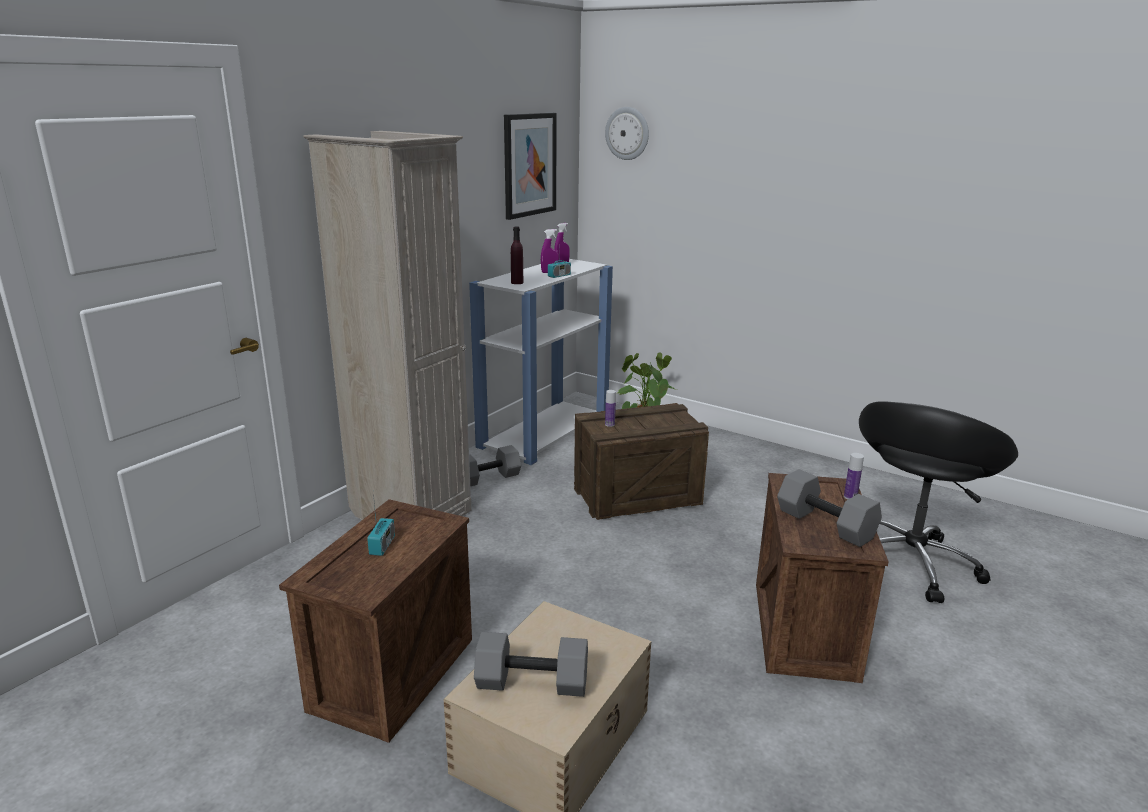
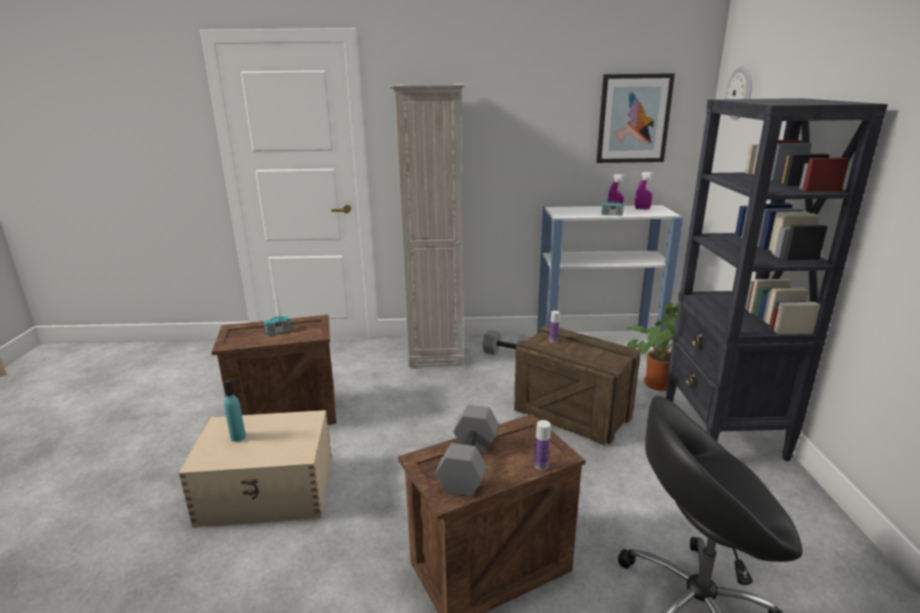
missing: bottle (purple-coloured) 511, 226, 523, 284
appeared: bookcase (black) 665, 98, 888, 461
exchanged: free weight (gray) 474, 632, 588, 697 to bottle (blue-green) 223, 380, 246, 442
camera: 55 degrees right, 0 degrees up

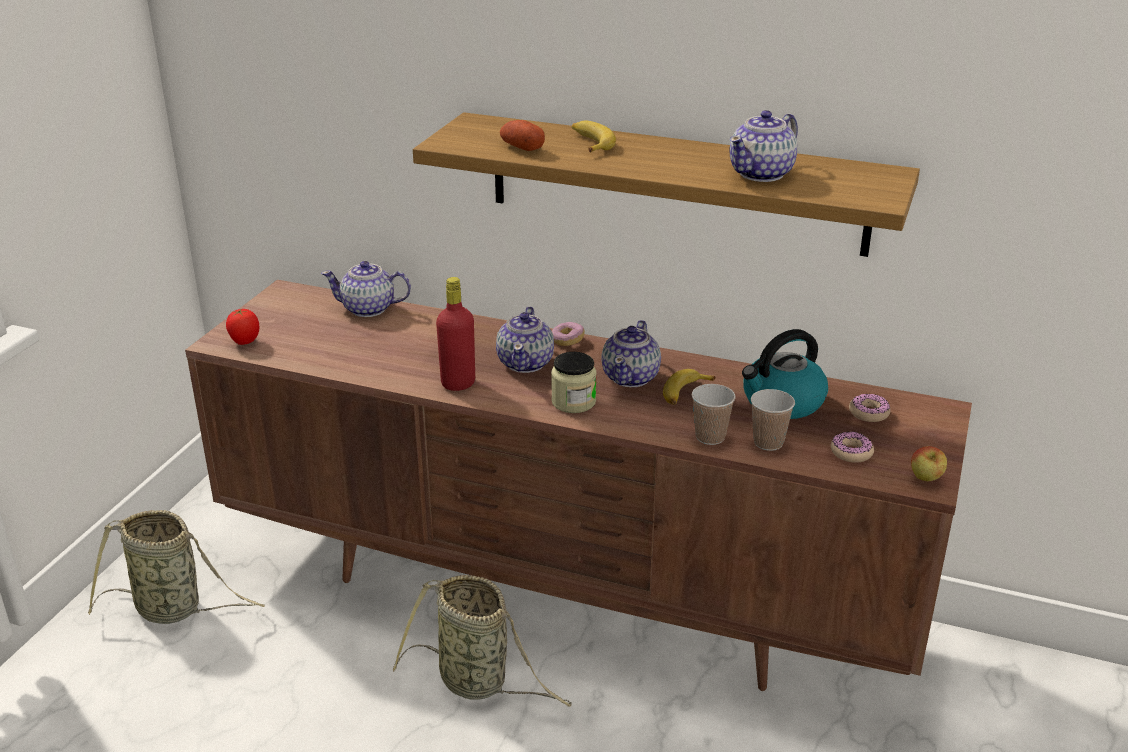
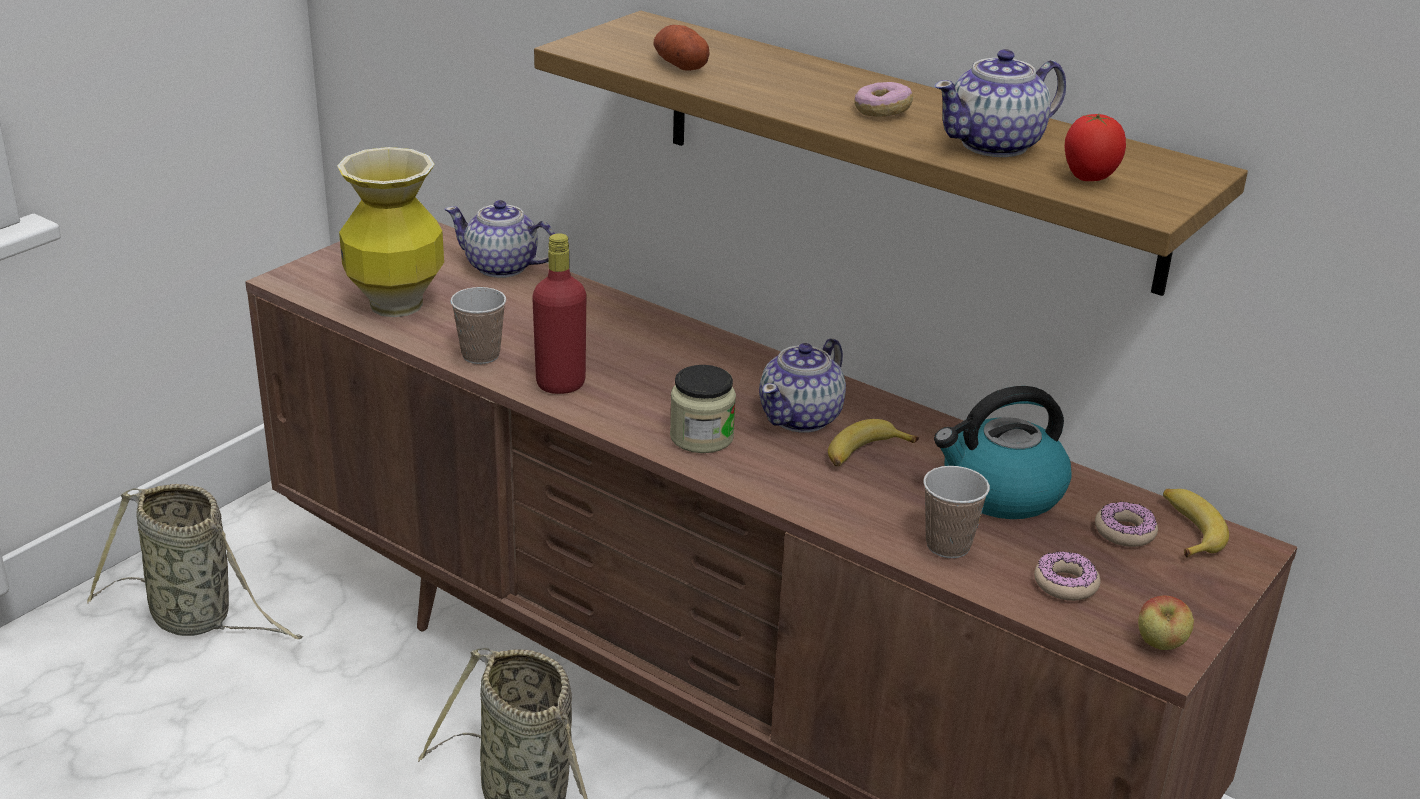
missing: pot for tea 496, 306, 554, 373
appeared: vase 337, 147, 444, 317
relocated: tomato 226, 308, 260, 345 to 1065, 114, 1126, 181; donut 552, 322, 585, 346 to 854, 82, 913, 117; whole banana 572, 121, 616, 152 to 1163, 489, 1229, 558; cup 692, 384, 735, 445 to 450, 287, 506, 364
camera: 15 degrees right, 0 degrees up

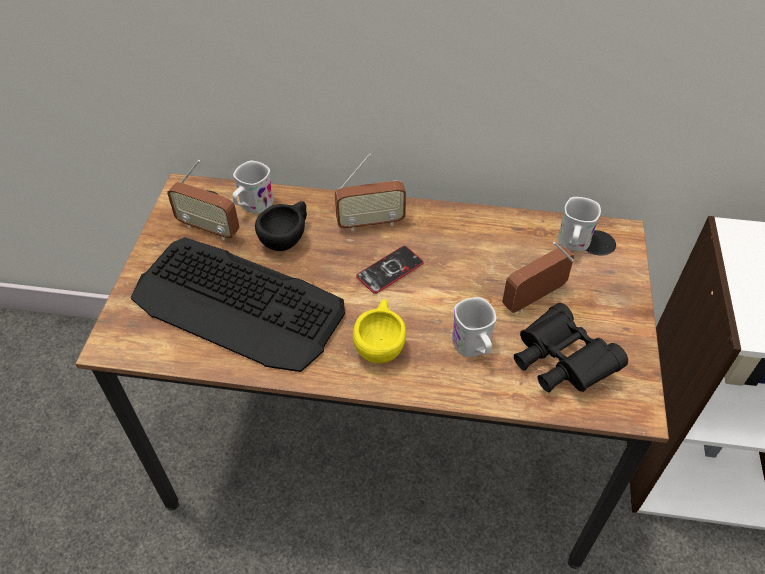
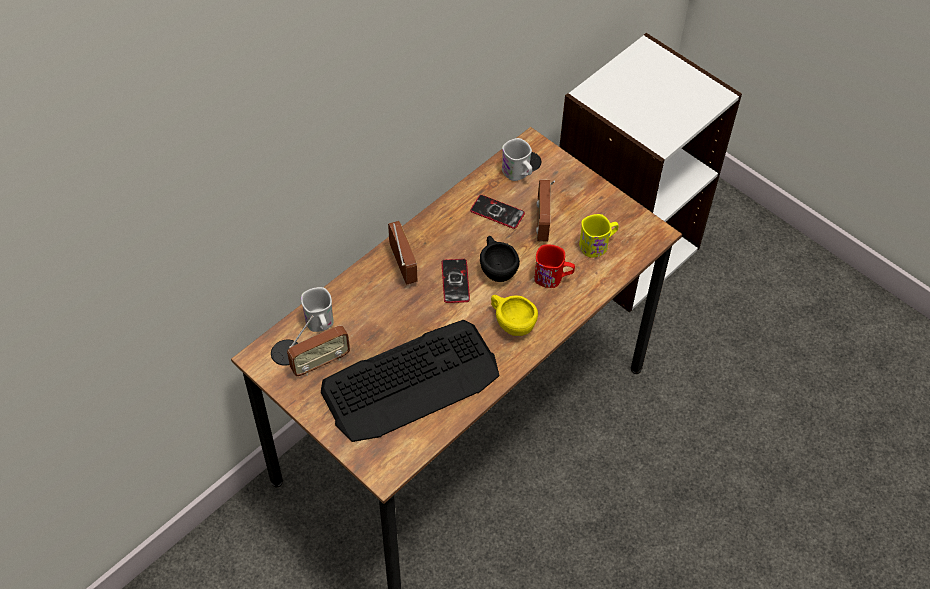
appeared: phone 470, 195, 525, 229
relocated: cup (black) 255, 201, 307, 251 to 480, 236, 520, 282
exchanged: binoculars (black) 514, 303, 628, 393 to tea mug (yellowish) 579, 214, 619, 257
colour: tea mug (whitish) 452, 297, 496, 357 to tea mug (red-coloured) 535, 244, 575, 288
spun: radio receiver 335, 153, 406, 231 = 388, 221, 417, 285 45 degrees counterclockwise
camera: 55 degrees left, 5 degrees up

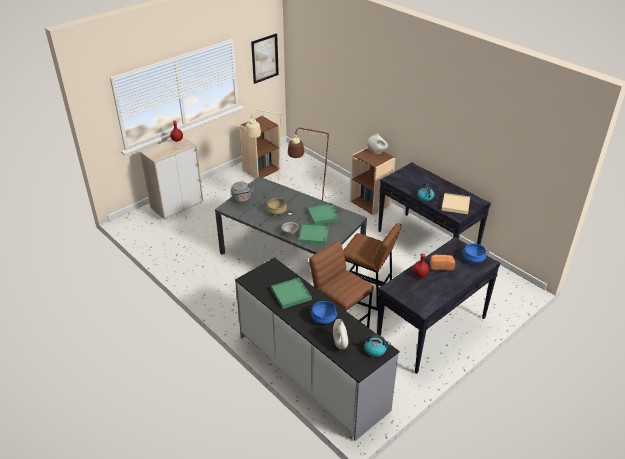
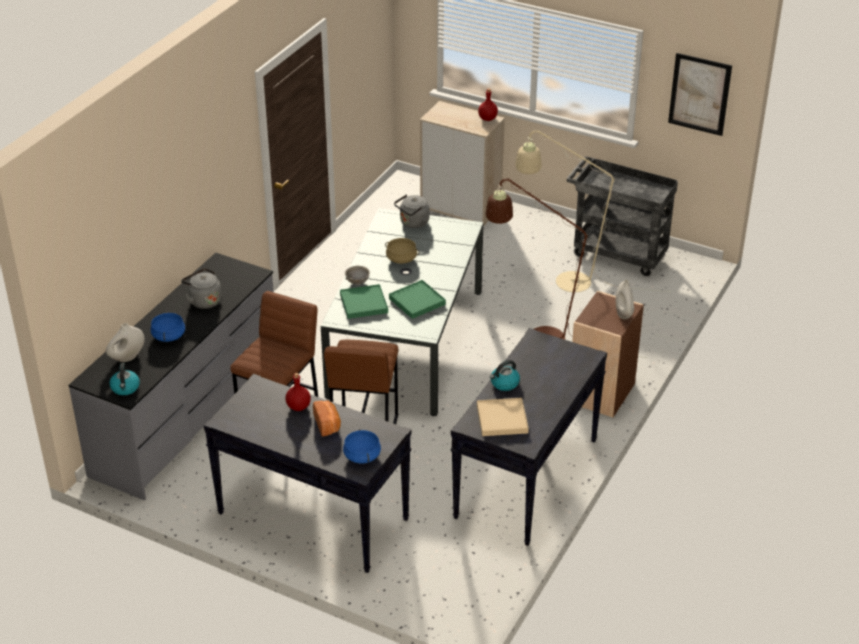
exchanged: bookcase (brown-coloured) 239, 115, 281, 178 to trolley (black) 567, 156, 678, 277; serving tray (greenish) 271, 278, 312, 309 to water kettle (gray) 181, 268, 222, 309
camera: 70 degrees right, 0 degrees up

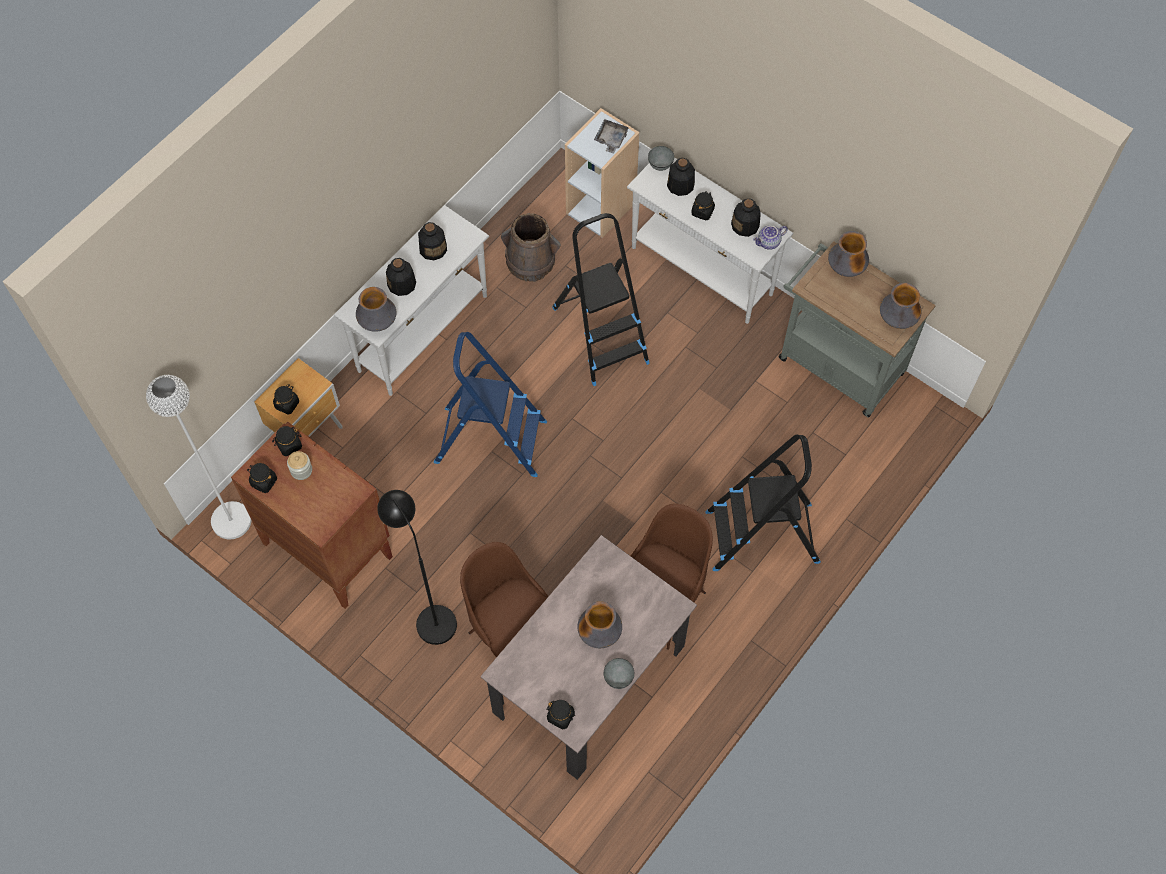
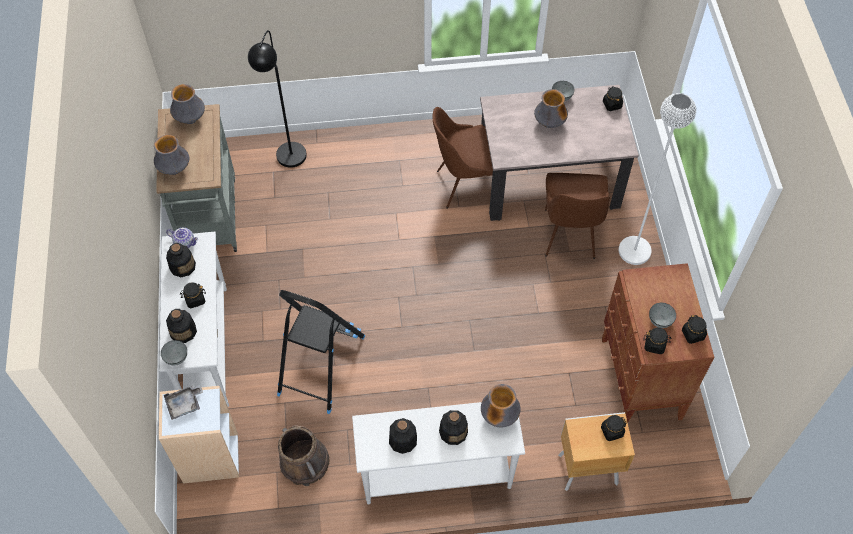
missing: stepladder (bluish) 433, 332, 547, 477; stepladder (black) 706, 435, 821, 571
relocated: floor lamp (whitish) 146, 375, 252, 539 to 619, 93, 696, 265; floor lamp (black) 377, 490, 457, 645 to 248, 30, 307, 168
exchanged: preserve jar 287, 451, 312, 480 to deep dish (gray) 649, 303, 676, 328
camera: 135 degrees left, 5 degrees down

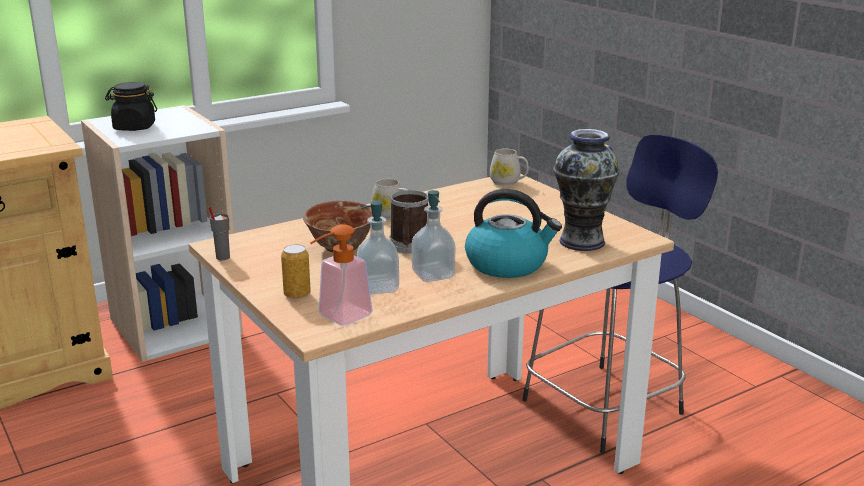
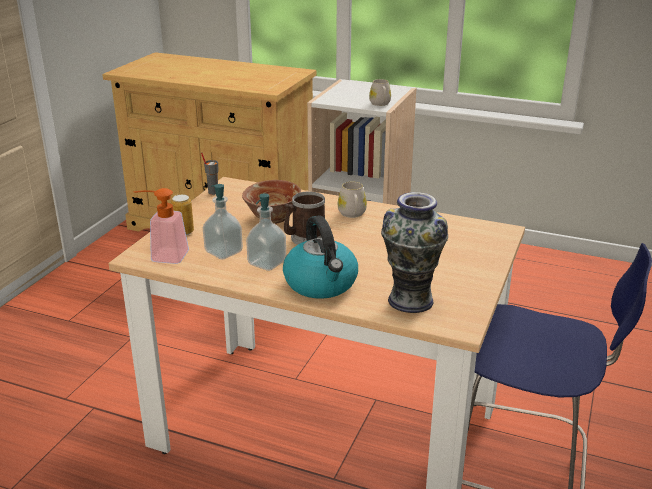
missing: preserve jar (black) 105, 82, 157, 131
relocated: tea mug (whitish) 490, 148, 529, 186 to 369, 79, 391, 106
camera: 55 degrees right, 5 degrees up

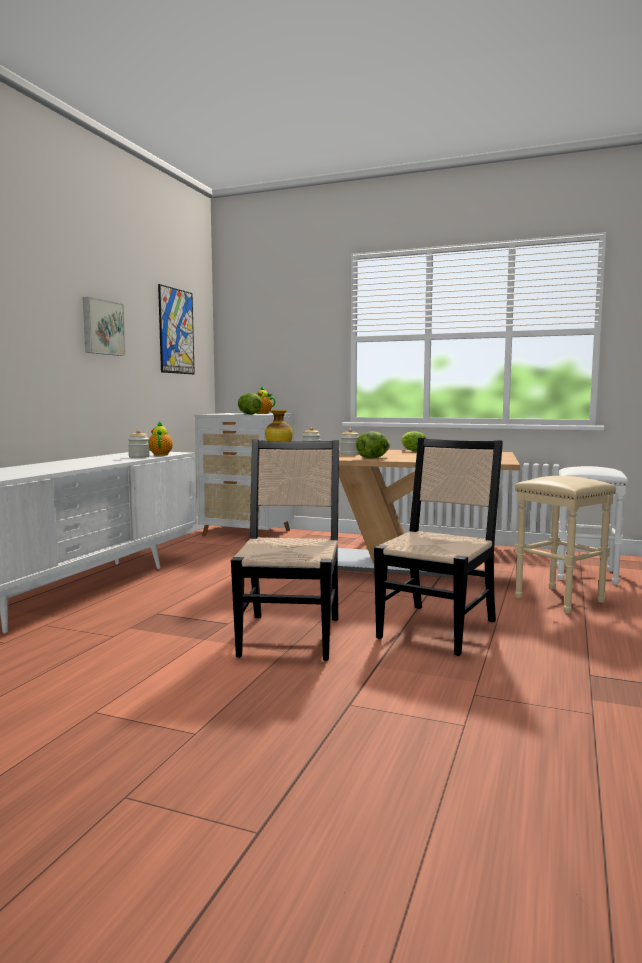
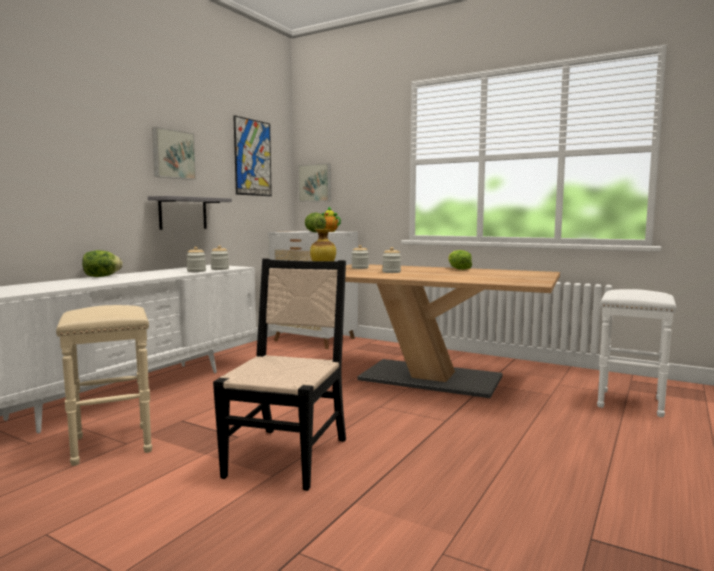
missing: chair 374, 437, 503, 656
appeared: bracket shelf (gray) 148, 196, 232, 230; picture 298, 163, 331, 202
relocated: lettuce 356, 431, 390, 459 to 82, 250, 123, 277; stool (beige-coloured) 515, 476, 616, 614 to 56, 305, 152, 466
exchanged: pot for tea 148, 422, 173, 456 to preserve jar 210, 245, 229, 270
camera: 10 degrees right, 0 degrees up

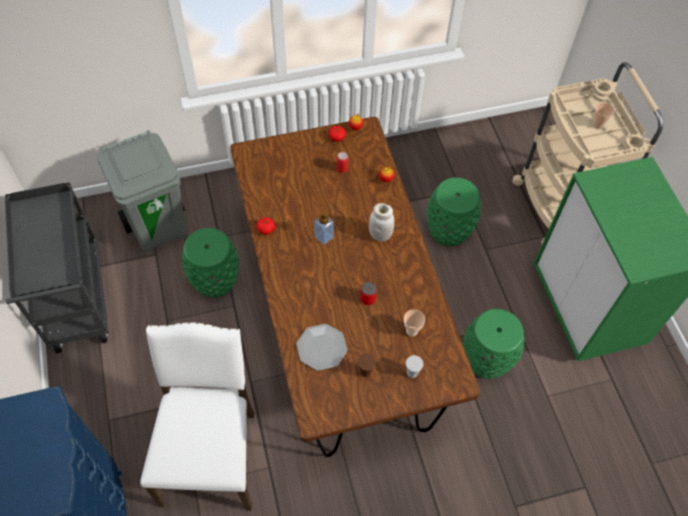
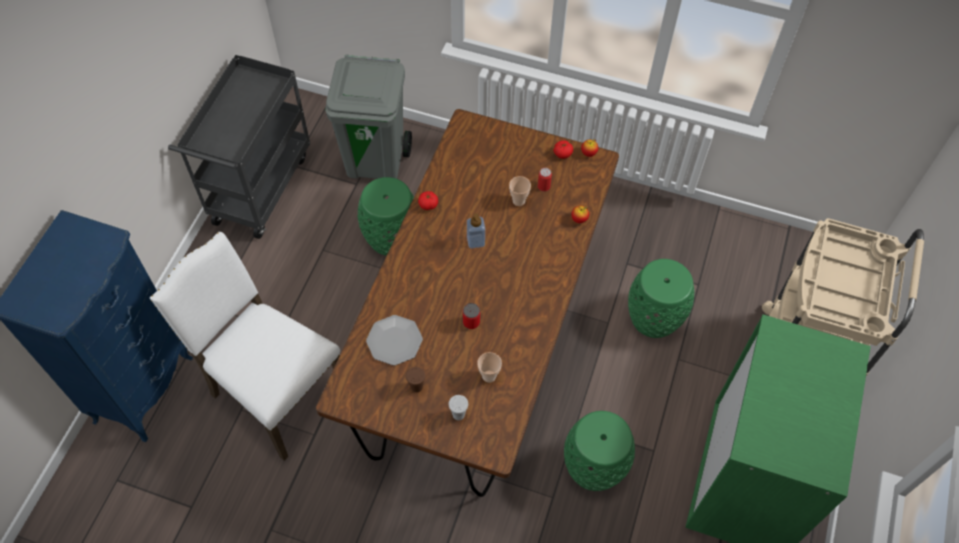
missing: preserve jar (whitish) 369, 203, 394, 242
relocated: cup 593, 102, 615, 129 to 509, 176, 531, 206
spun: chair (whitish) 140, 322, 254, 511 = 150, 232, 340, 461 90 degrees counterclockwise
camera: 35 degrees right, 0 degrees up

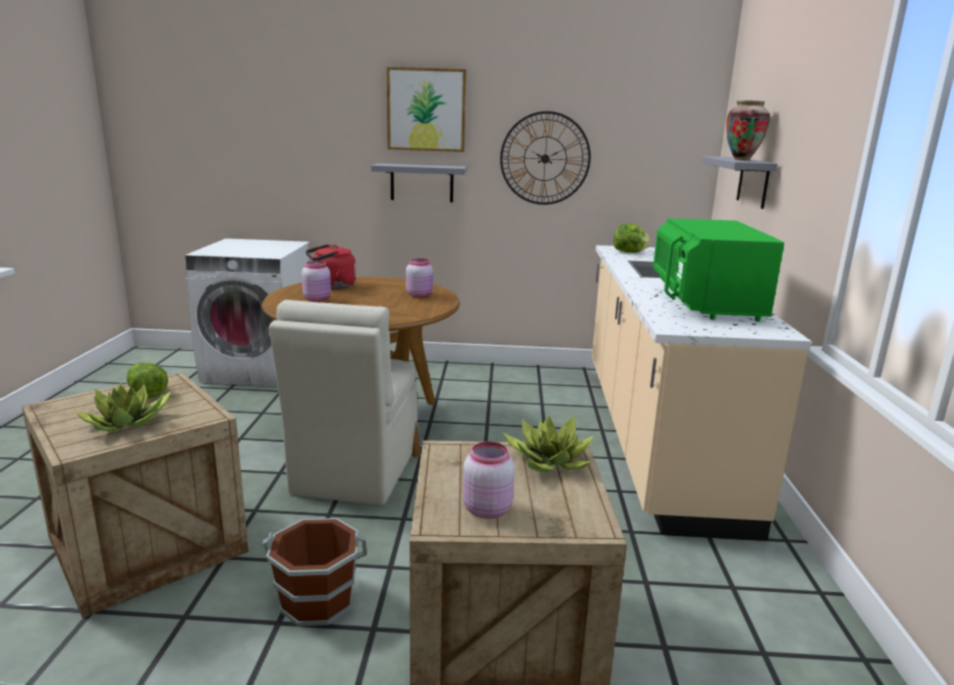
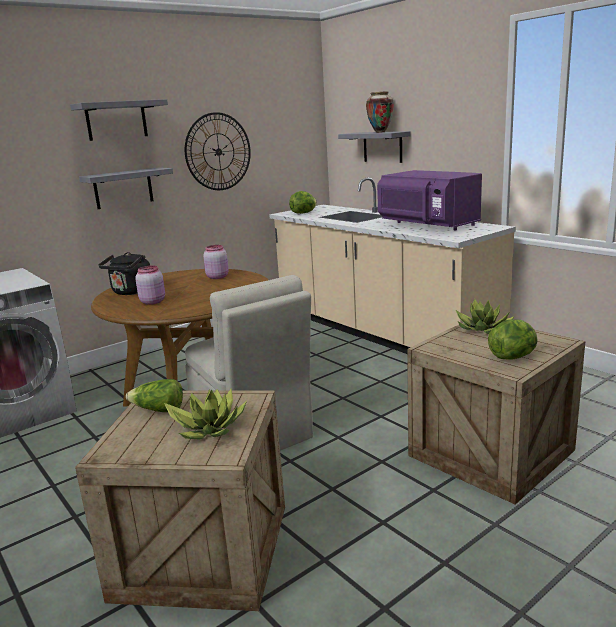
missing: water bucket (brown-coloured) 263, 518, 367, 626
exchanged: picture 387, 67, 466, 152 to bracket shelf (gray) 70, 99, 168, 141; preserve jar (pink) 463, 441, 515, 519 to lettuce 488, 319, 538, 360
colour: water kettle (red-coloured) 306, 244, 356, 289 to water kettle (black) 98, 252, 150, 295; kitchen microwave (greenish) 653, 218, 784, 322 to kitchen microwave (purple-coloured) 377, 170, 482, 230
camera: 40 degrees left, 0 degrees up

